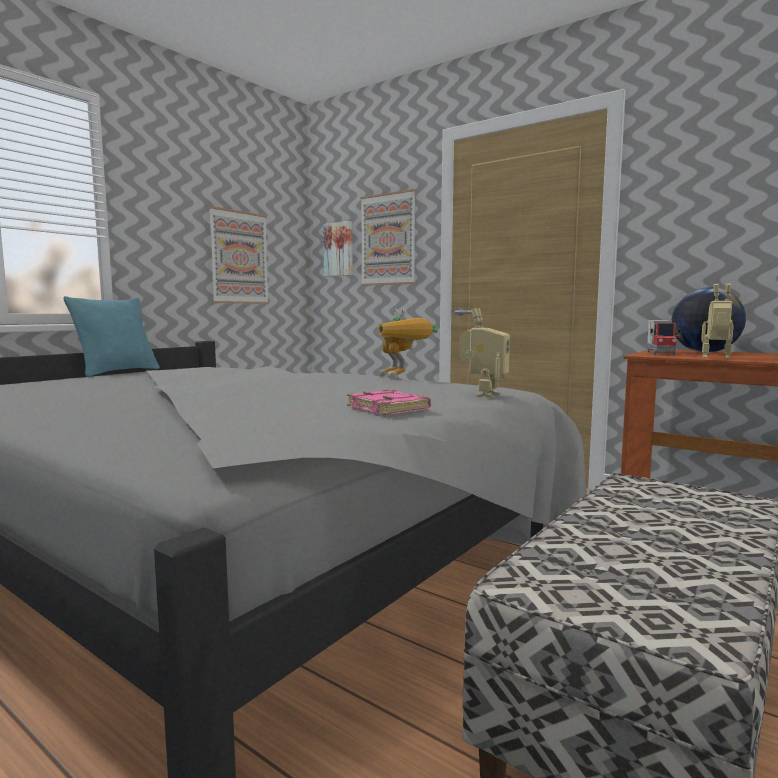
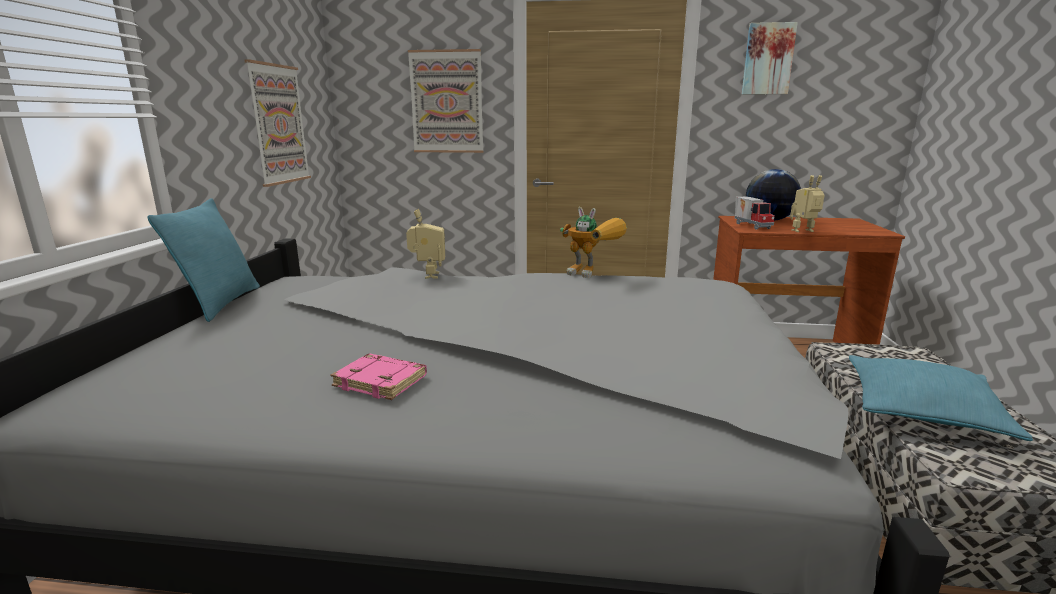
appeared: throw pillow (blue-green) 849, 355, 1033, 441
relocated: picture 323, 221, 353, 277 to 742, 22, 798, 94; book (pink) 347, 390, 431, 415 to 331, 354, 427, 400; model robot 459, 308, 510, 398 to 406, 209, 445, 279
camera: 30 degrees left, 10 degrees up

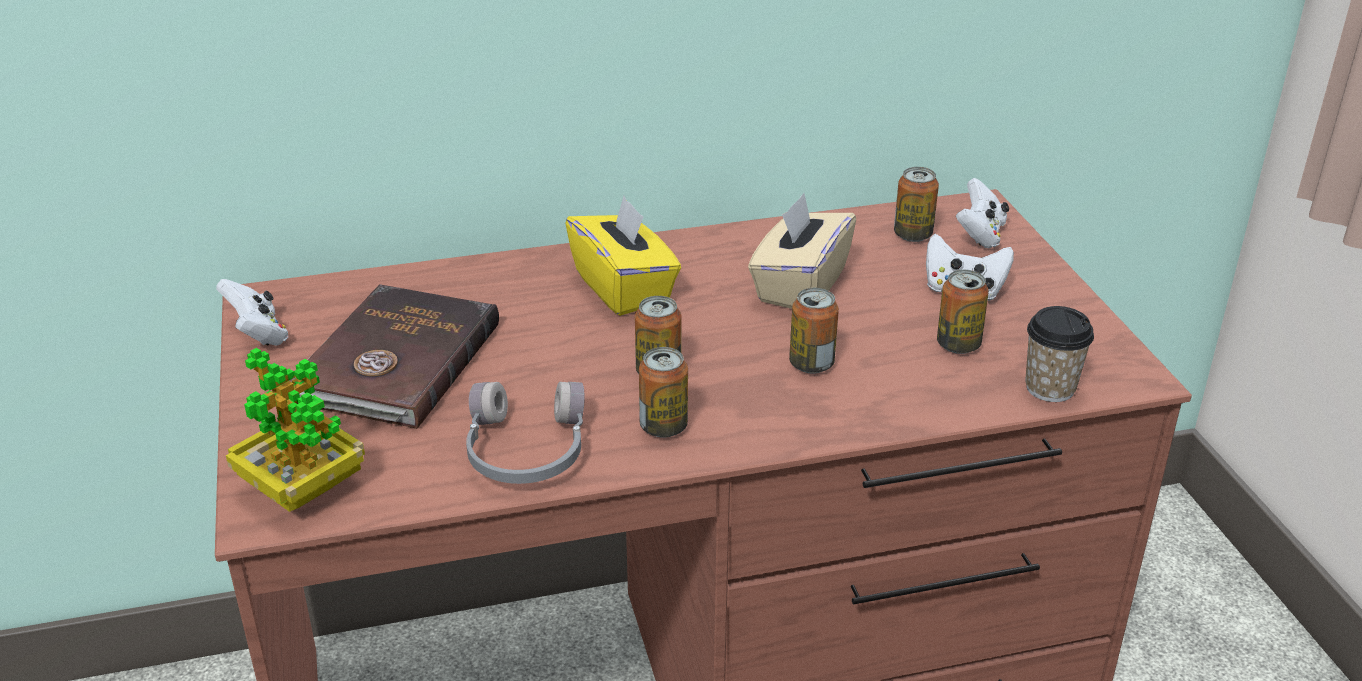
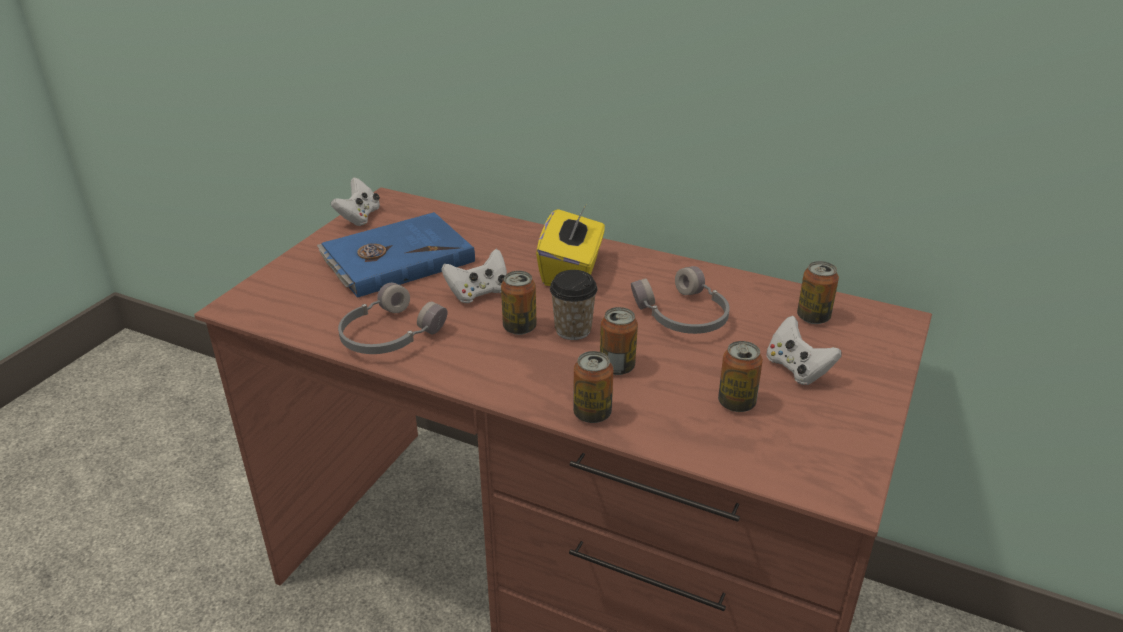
missing: potted plant 226, 348, 365, 512
relocated: sealed can 639, 347, 688, 438 to 573, 351, 613, 423; gamepad (whitish) 956, 178, 1009, 248 to 441, 249, 507, 303; cup 1025, 306, 1094, 402 to 550, 270, 598, 340
exchanged: tissue box (beige-coloured) 748, 193, 856, 309 to pair of headphones (gray) 631, 266, 730, 334
colour: book (brown-coloured) 289, 284, 499, 429 to book (bluish) 317, 212, 475, 298
camera: 40 degrees right, 0 degrees up

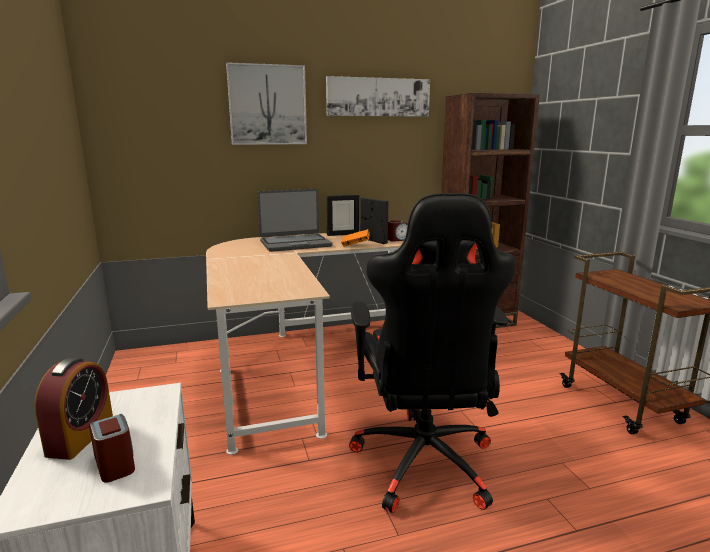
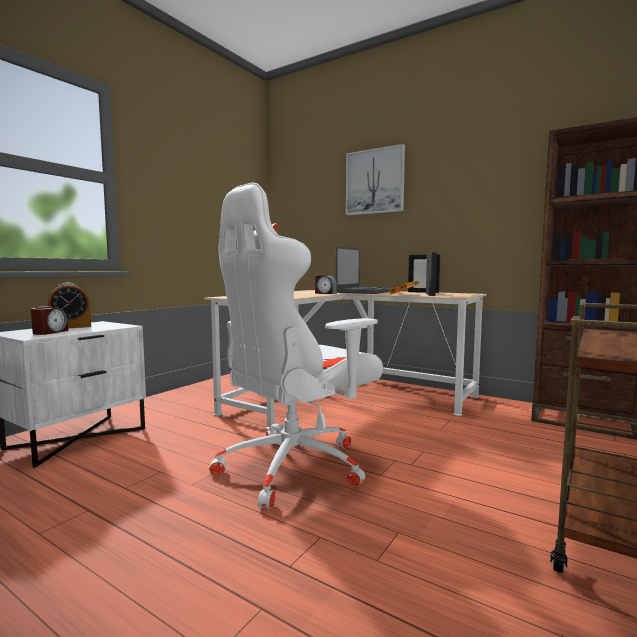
missing: picture 326, 76, 430, 117
relocated: table clock 388, 220, 408, 242 to 315, 275, 337, 294
colour: desk chair (black) 349, 193, 516, 513 to desk chair (whitish) 209, 183, 383, 509
spun: laptop 257, 189, 332, 252 = 335, 246, 392, 294 90 degrees counterclockwise
camera: 50 degrees right, 10 degrees down

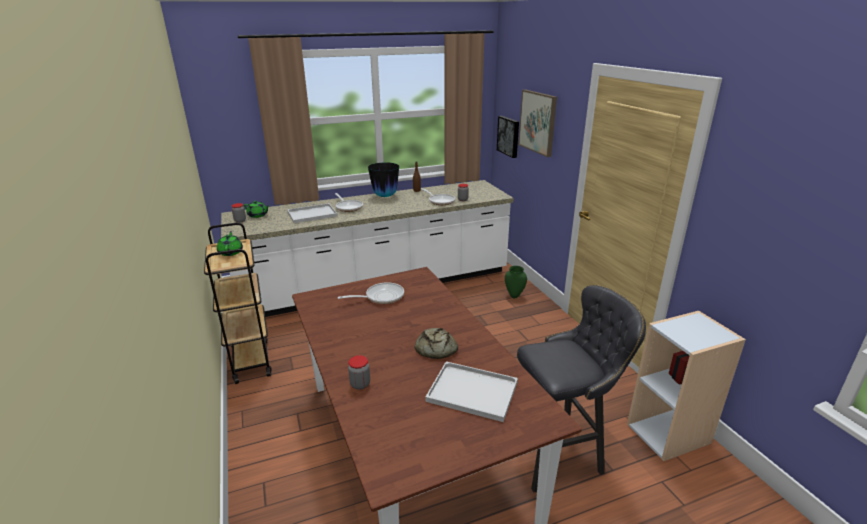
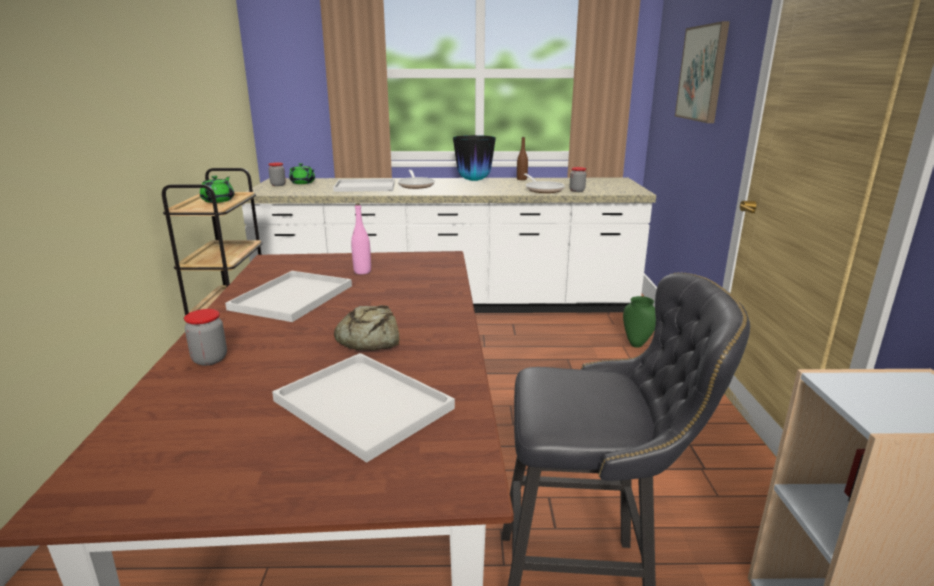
missing: picture 497, 116, 519, 158
appeared: serving tray (whitish) 225, 271, 352, 322
exchanged: pan 338, 282, 404, 304 to bottle (pink) 351, 203, 371, 274
camera: 20 degrees right, 5 degrees down

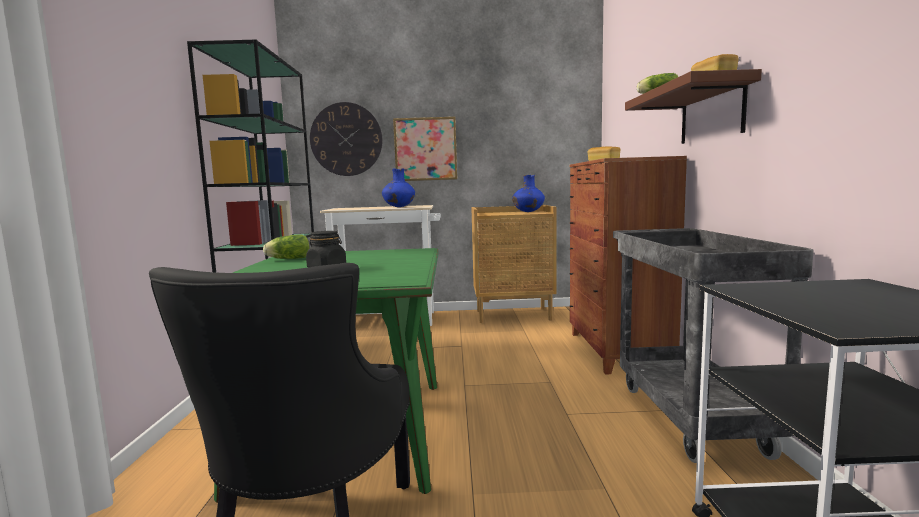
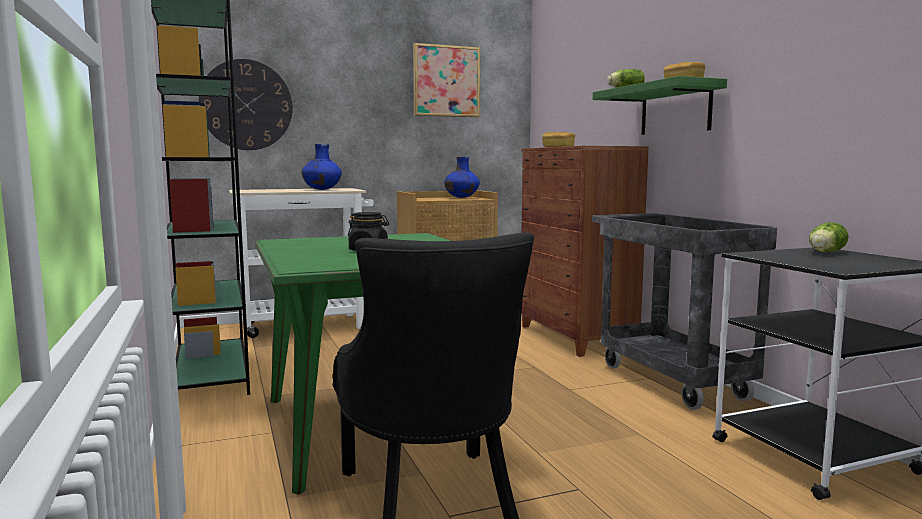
relocated: lettuce 263, 235, 309, 259 to 809, 223, 849, 252; picture 393, 117, 457, 181 to 413, 43, 480, 117
colour: bracket shelf (brown-coloured) 625, 69, 762, 144 to bracket shelf (greenish) 593, 76, 727, 135
camera: 20 degrees left, 0 degrees up

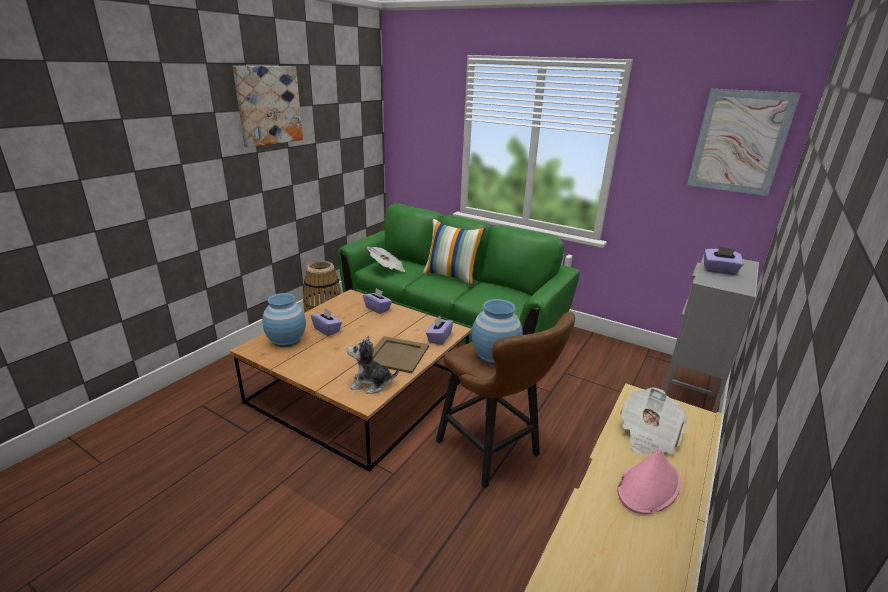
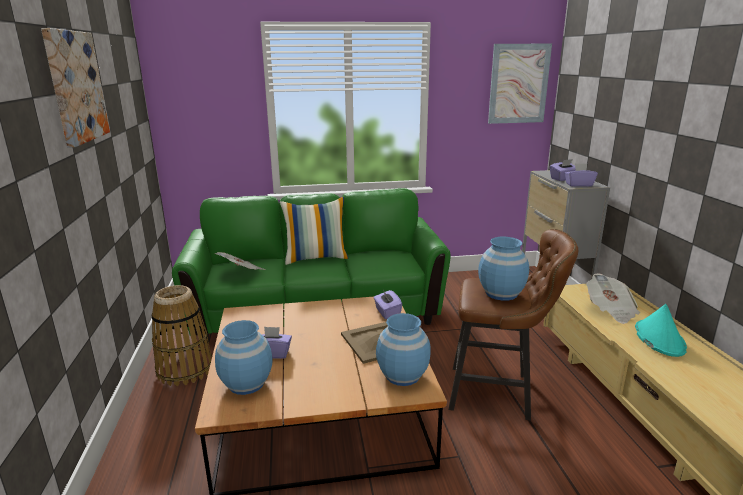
relocated: tissue box (purple-coloured) 363, 288, 392, 314 to 564, 163, 598, 187
exchanged: plush toy 347, 336, 399, 394 to vase (bluish) 376, 313, 431, 386
colour: clothing hat (pink) 617, 449, 681, 514 to clothing hat (blue-green) 635, 304, 687, 357
camera: 40 degrees left, 5 degrees down

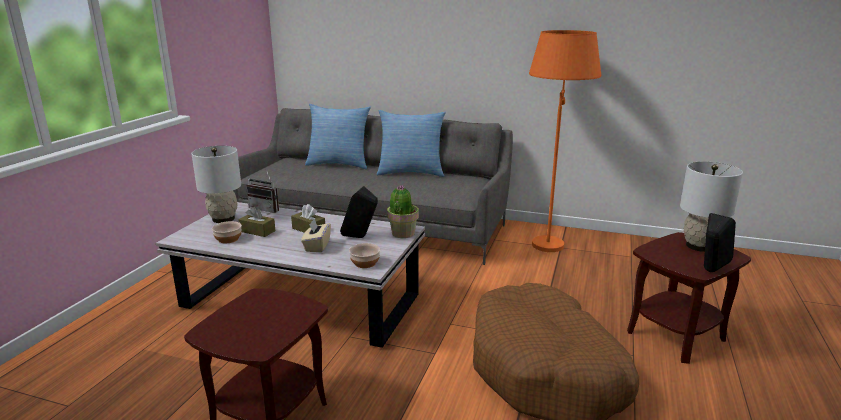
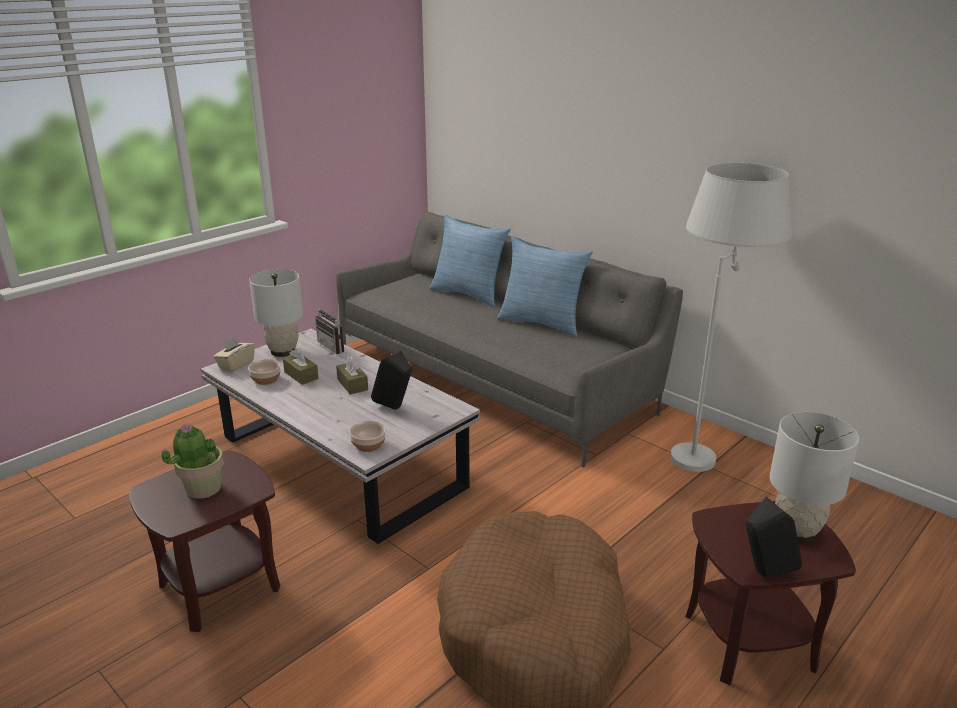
relocated: tissue box (beige-coloured) 301, 218, 331, 252 to 213, 336, 255, 372; potted plant 387, 185, 419, 238 to 162, 424, 224, 499
colour: floor lamp (orange) 529, 30, 601, 252 to floor lamp (whitish) 670, 163, 792, 472
camera: 25 degrees right, 5 degrees up

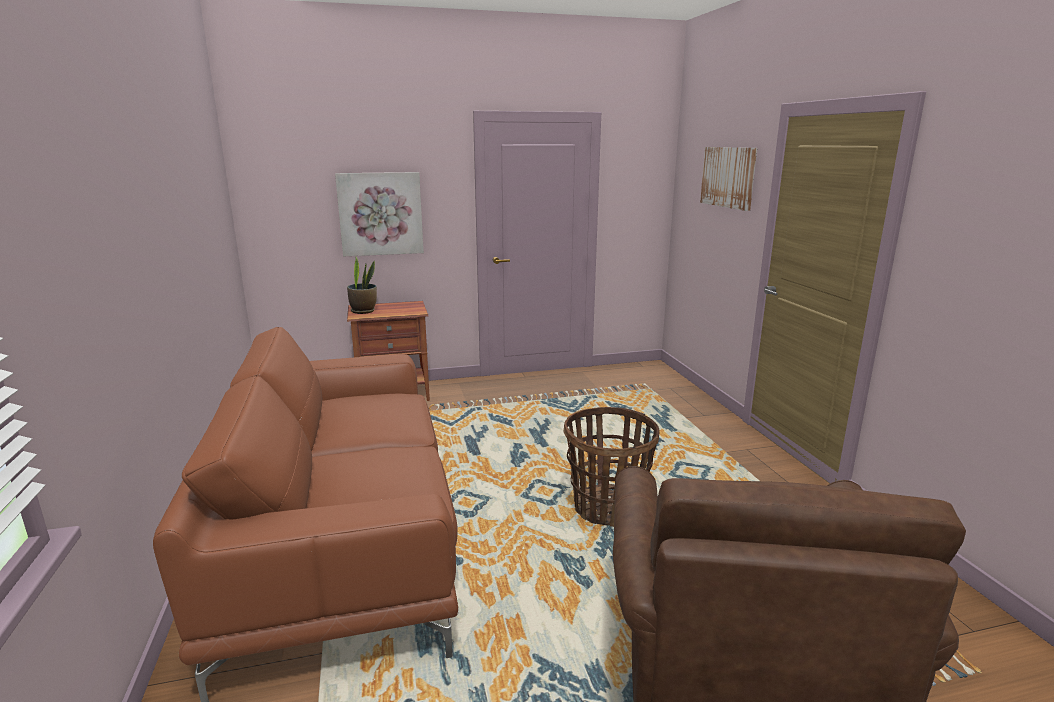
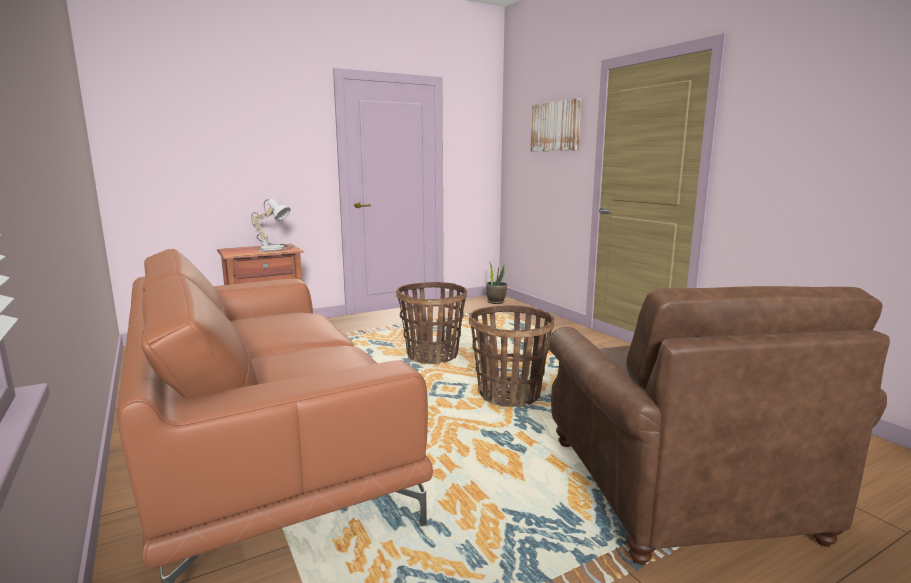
missing: picture 335, 172, 424, 256
appeared: tabletop lamp 251, 198, 294, 252; storage basket 396, 282, 467, 364
relocated: potted plant 347, 257, 377, 314 to 486, 263, 507, 304
camera: 15 degrees left, 5 degrees down

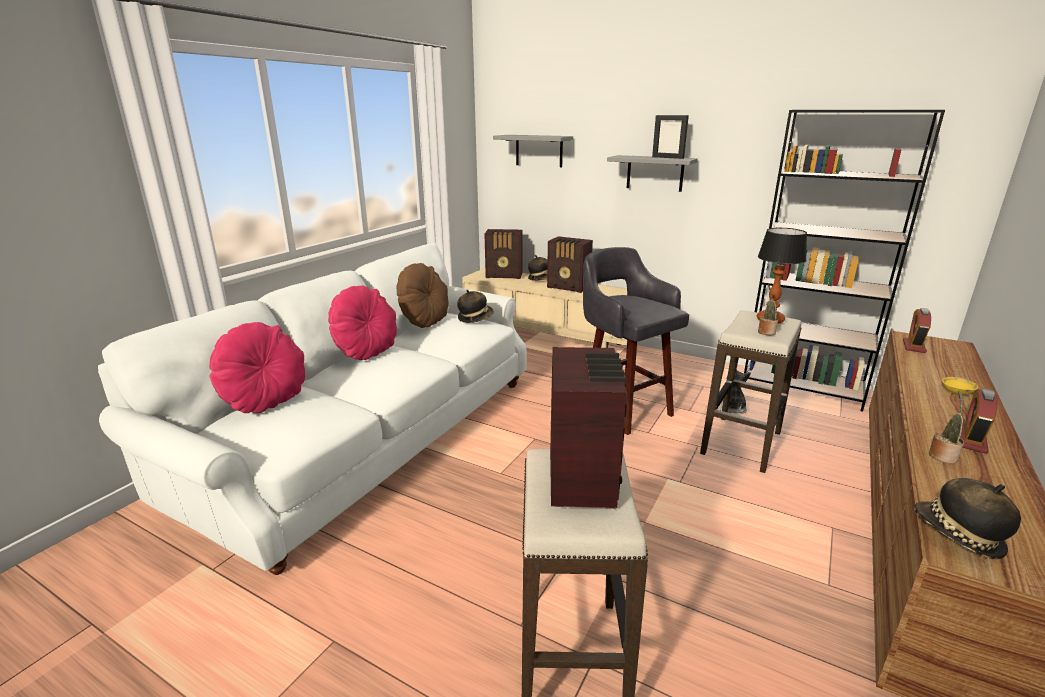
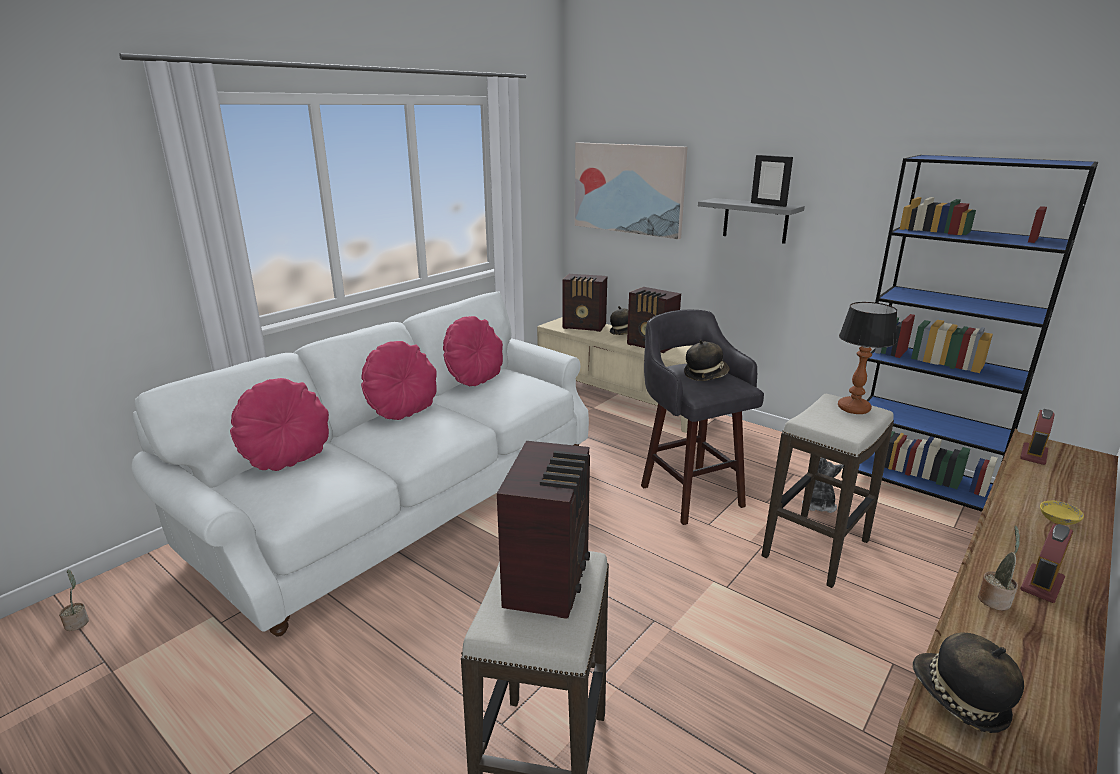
relocated: clothing hat 458, 290, 494, 323 to 684, 340, 730, 381; potted plant 758, 284, 778, 335 to 59, 569, 89, 631
exchanged: bracket shelf (gray) 493, 135, 573, 167 to picture 575, 142, 688, 239
colour: throw pillow (brown-coloured) 396, 263, 449, 328 to throw pillow (pink) 443, 316, 503, 386; bookcase (beige-coloured) 744, 110, 945, 412 to bookcase (bluish) 841, 155, 1098, 512
camera: 10 degrees right, 0 degrees up

